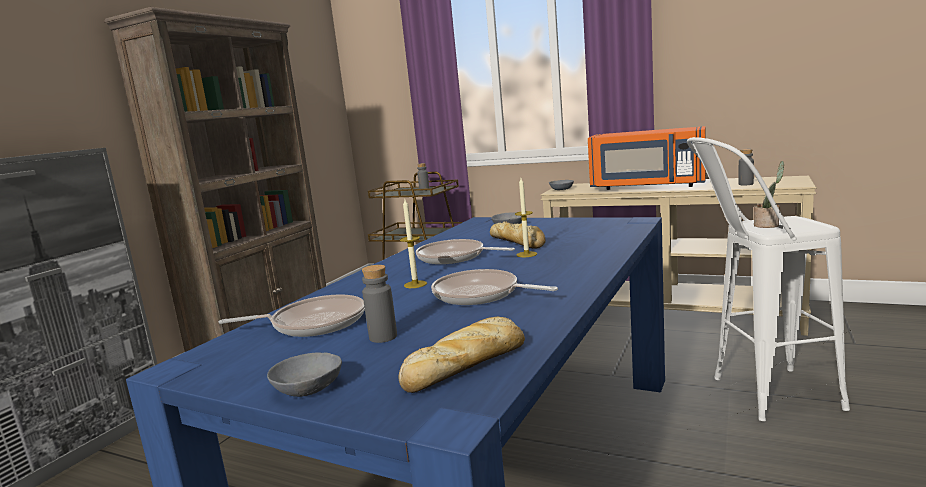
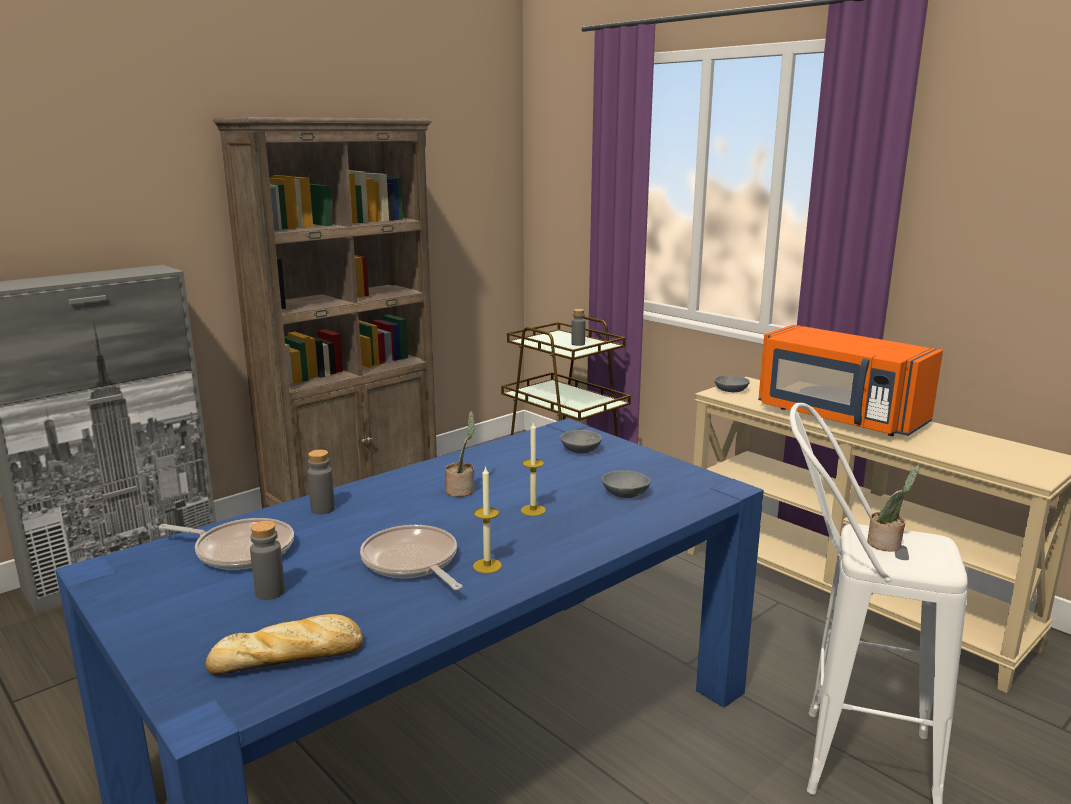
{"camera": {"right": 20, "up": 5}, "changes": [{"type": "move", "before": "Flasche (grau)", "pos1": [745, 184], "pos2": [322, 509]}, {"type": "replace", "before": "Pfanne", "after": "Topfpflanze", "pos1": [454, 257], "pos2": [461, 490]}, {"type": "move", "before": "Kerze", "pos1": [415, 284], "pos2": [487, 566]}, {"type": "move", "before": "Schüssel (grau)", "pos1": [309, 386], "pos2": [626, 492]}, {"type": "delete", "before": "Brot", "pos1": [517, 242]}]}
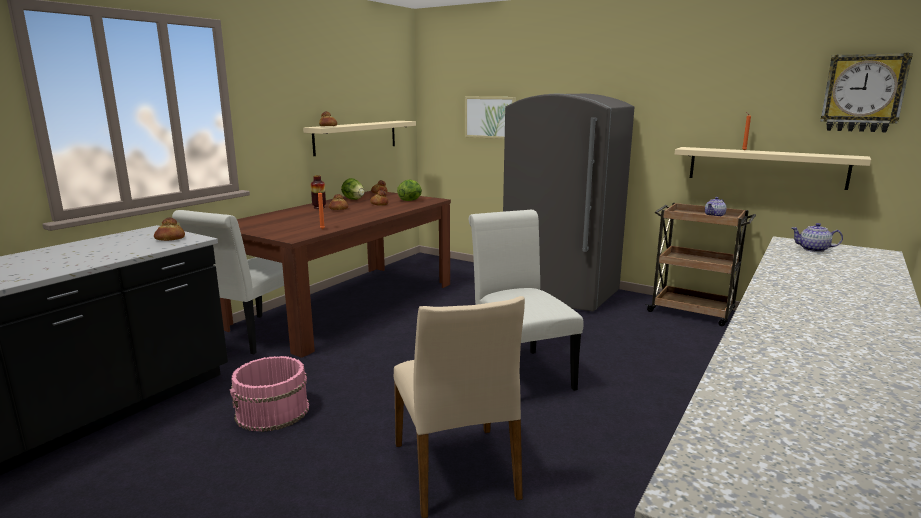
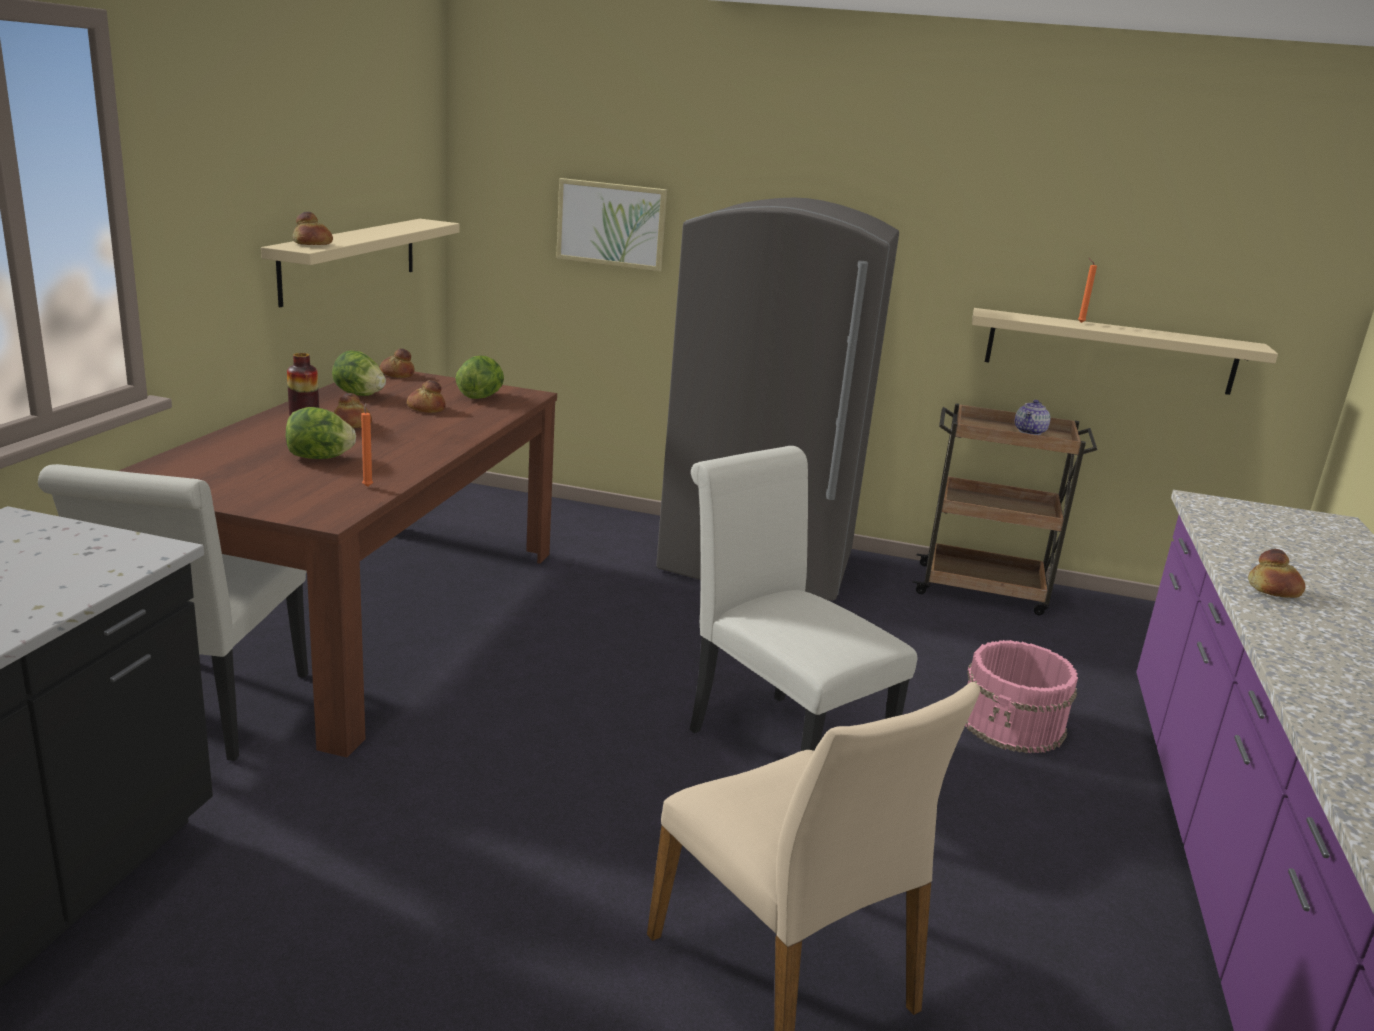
{"camera": {"right": -20, "up": 5}, "changes": [{"type": "insert", "after": "Salatkopf", "pos2": [320, 458]}, {"type": "move", "before": "Eimer (rosa)", "pos1": [272, 412], "pos2": [1013, 723]}, {"type": "move", "before": "Brot", "pos1": [170, 239], "pos2": [1273, 590]}, {"type": "delete", "before": "Teekanne", "pos1": [814, 249]}, {"type": "delete", "before": "Wanduhr", "pos1": [863, 93]}]}
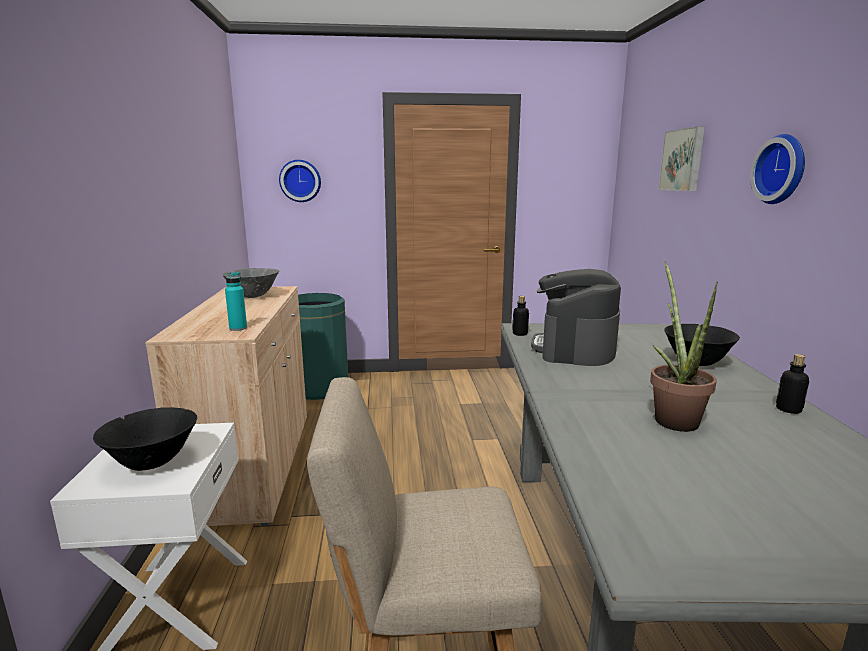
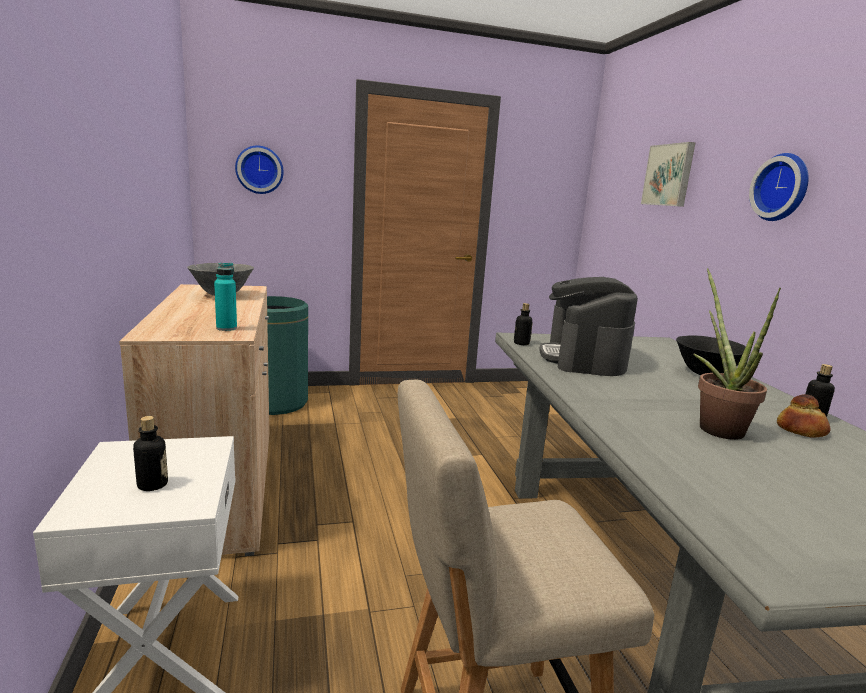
{"camera": {"right": -10, "up": 0}, "changes": [{"type": "replace", "before": "Schüssel (schwarz)", "after": "Flasche", "pos1": [152, 464], "pos2": [152, 485]}, {"type": "insert", "after": "Brot", "pos2": [802, 430]}]}
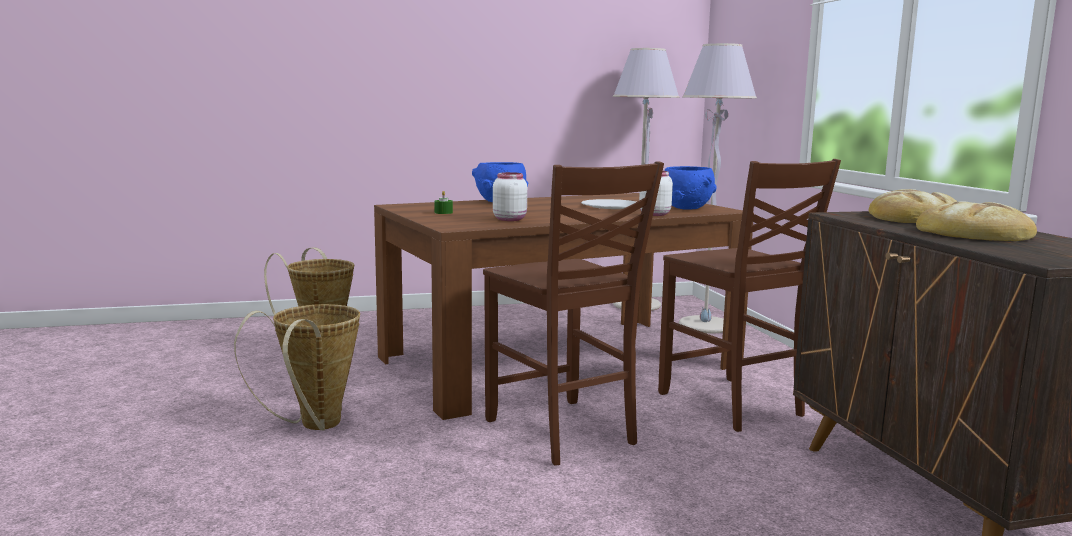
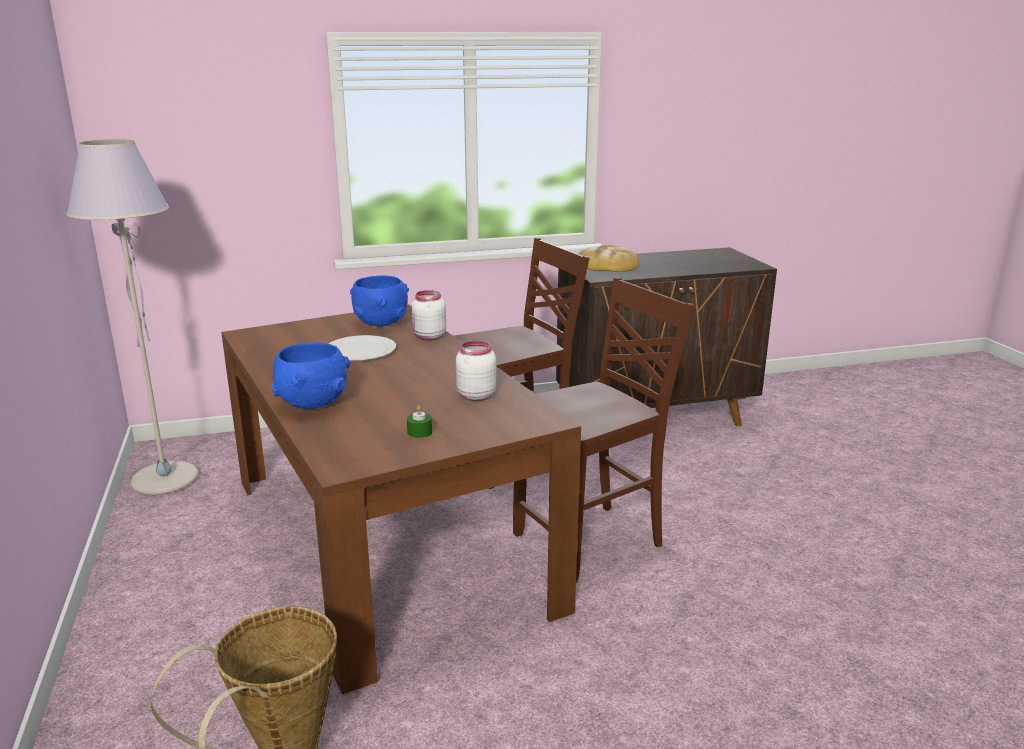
{"camera": {"right": -90, "up": 10}, "changes": [{"type": "delete", "before": "Korb", "pos1": [314, 427]}, {"type": "delete", "before": "Stehlampe (grau)", "pos1": [705, 326]}, {"type": "delete", "before": "Brot", "pos1": [975, 233]}]}
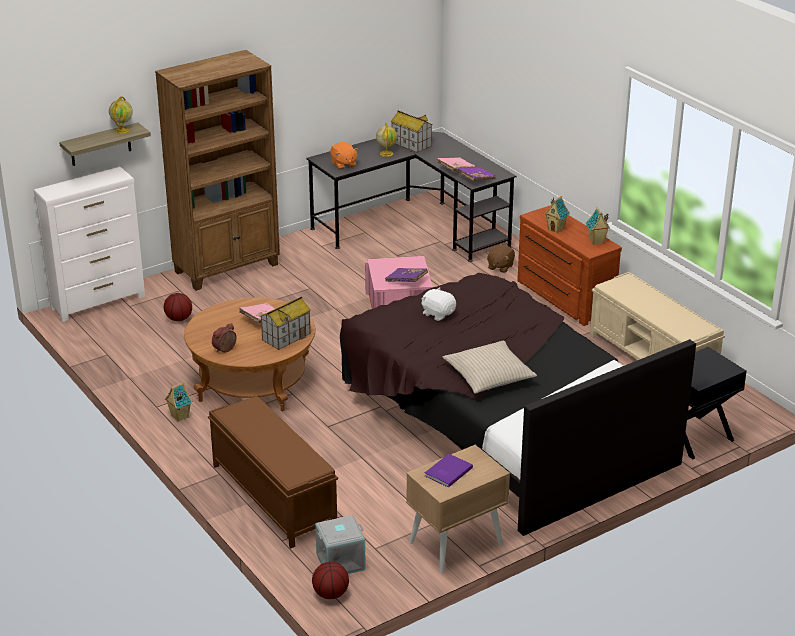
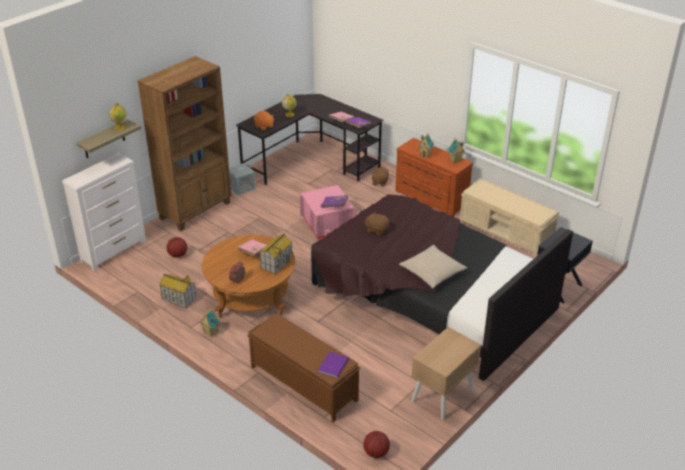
{"camera": {"right": -15, "up": 5}, "changes": [{"type": "move", "before": "Spielzeughaus", "pos1": [411, 144], "pos2": [178, 298]}, {"type": "move", "before": "Aufbewahrungsbox (grau)", "pos1": [340, 561], "pos2": [241, 187]}, {"type": "move", "before": "Buch (lila)", "pos1": [447, 472], "pos2": [332, 365]}, {"type": "recolor", "before": "Plüschtier (weiß)", "after": "Plüschtier (braun)", "pos1": [438, 314], "pos2": [377, 230]}]}
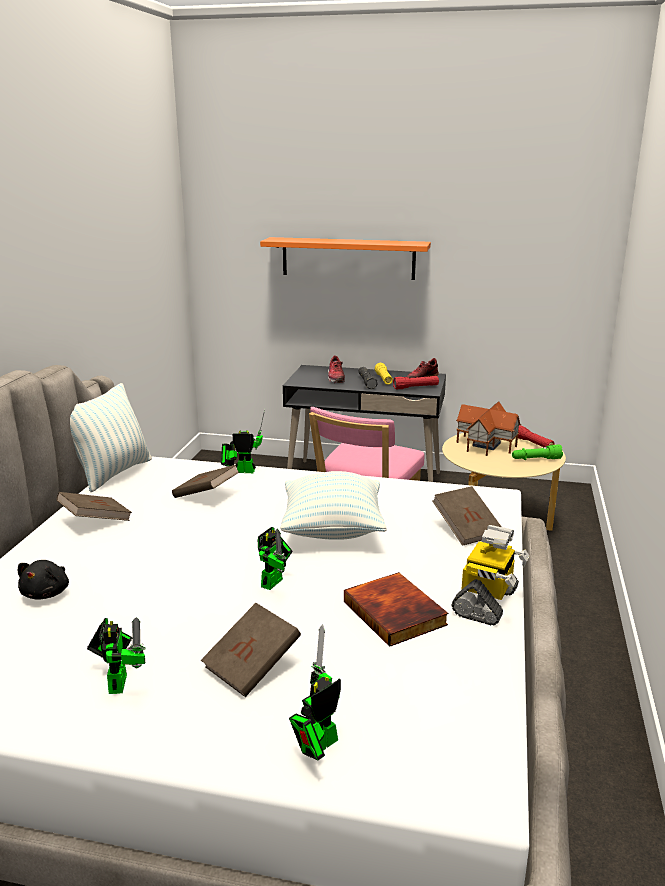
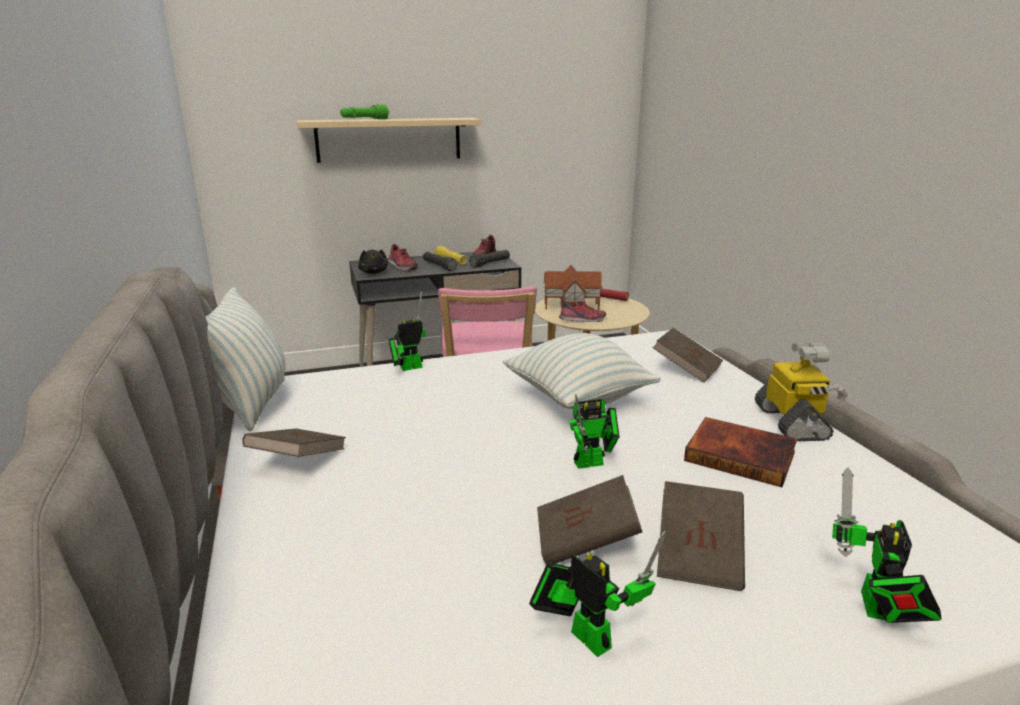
{"camera": {"right": -30, "up": 0}, "changes": [{"type": "recolor", "before": "Wandregal (orange)", "after": "Wandregal (beige)", "pos1": [348, 258], "pos2": [389, 139]}, {"type": "move", "before": "Taschenlampe (grün)", "pos1": [535, 459], "pos2": [364, 119]}, {"type": "move", "before": "Plüschtier (schwarz)", "pos1": [47, 593], "pos2": [374, 272]}, {"type": "recolor", "before": "Taschenlampe (rot)", "after": "Taschenlampe (schwarz)", "pos1": [415, 387], "pos2": [490, 263]}, {"type": "move", "before": "Buch (braun)", "pos1": [206, 495], "pos2": [585, 541]}, {"type": "insert", "after": "Schuh", "pos2": [582, 320]}, {"type": "rotate", "before": "Spielzeugroboter", "pos1": [274, 581], "pos2": [593, 462], "turn": 75}]}
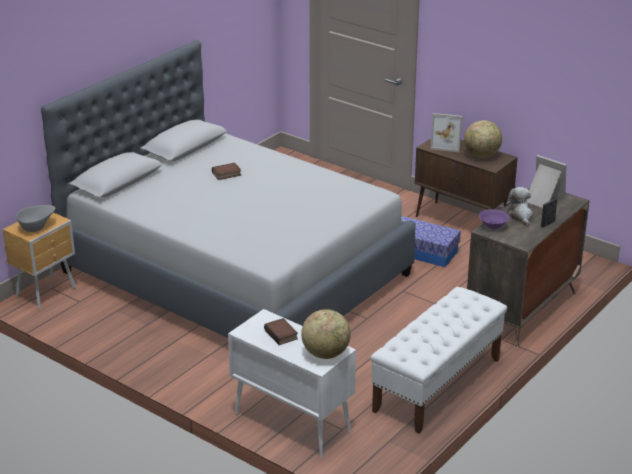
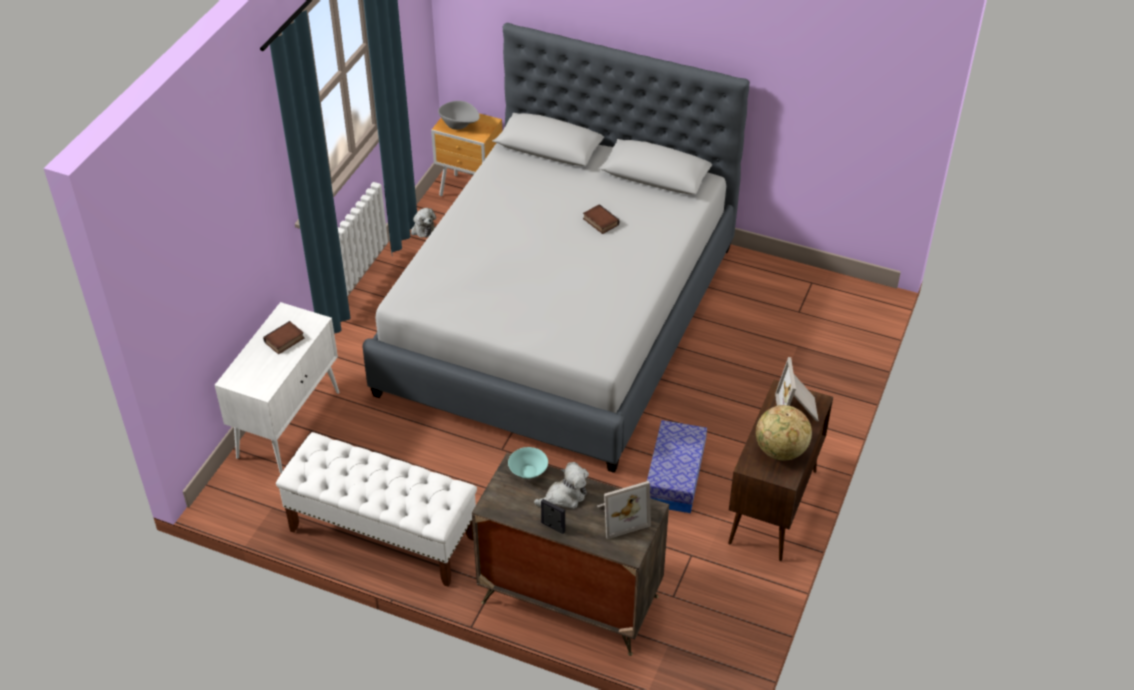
{"camera": {"right": 75, "up": 15}, "changes": [{"type": "insert", "after": "Plüschtier", "pos2": [421, 228]}, {"type": "recolor", "before": "Schüssel (lila)", "after": "Schüssel (türkis)", "pos1": [492, 226], "pos2": [528, 471]}, {"type": "rotate", "before": "Bilderrahmen", "pos1": [542, 199], "pos2": [620, 516], "turn": 45}, {"type": "delete", "before": "Globus", "pos1": [326, 353]}]}
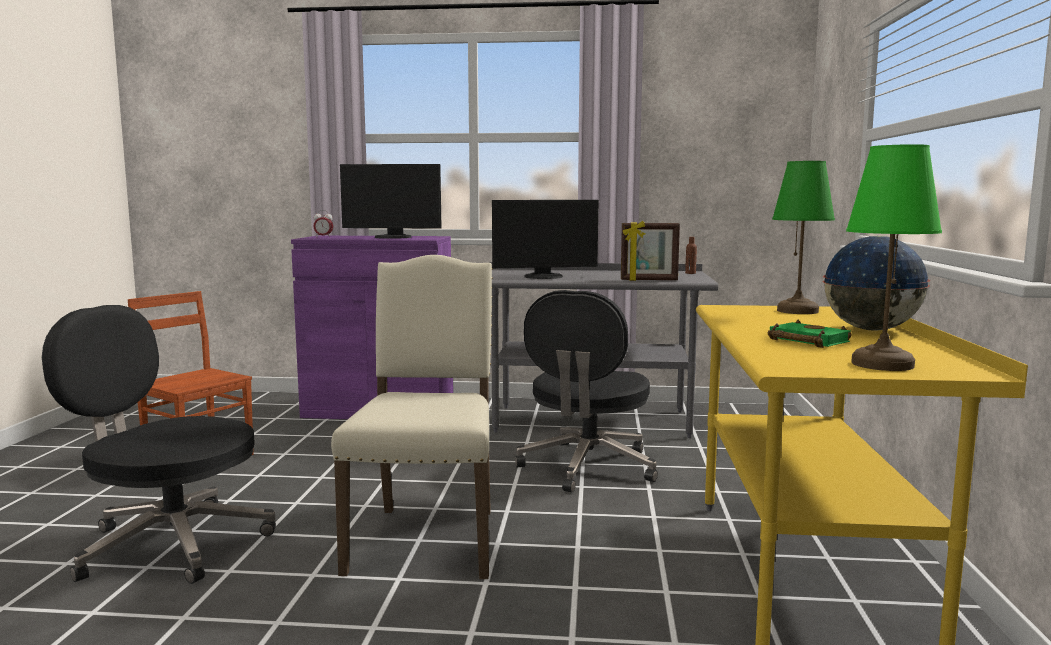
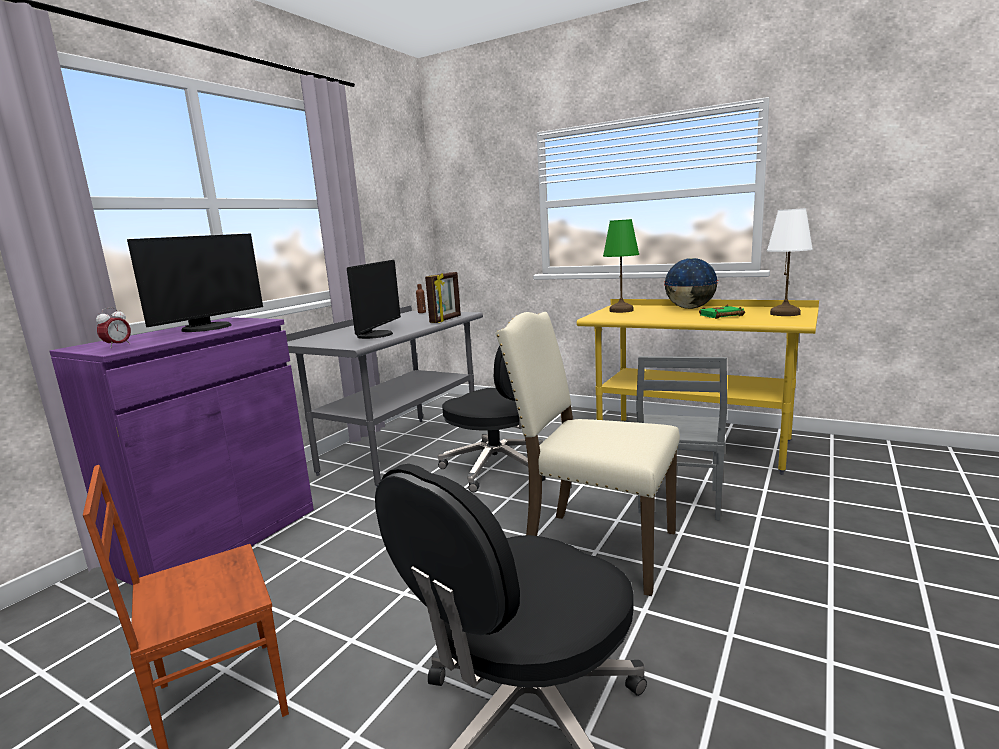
{"camera": {"right": -65, "up": 5}, "changes": [{"type": "insert", "after": "Stuhl (grau)", "pos2": [677, 501]}, {"type": "recolor", "before": "Tischlampe (grün)", "after": "Tischlampe (weiß)", "pos1": [882, 364], "pos2": [785, 314]}]}
